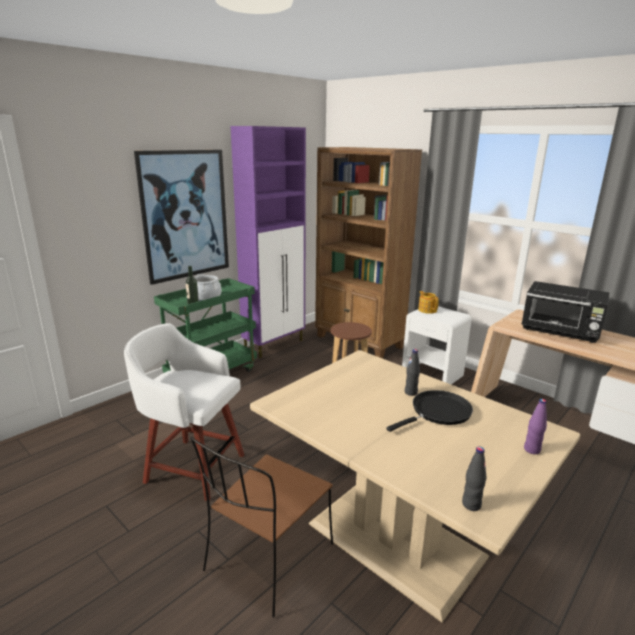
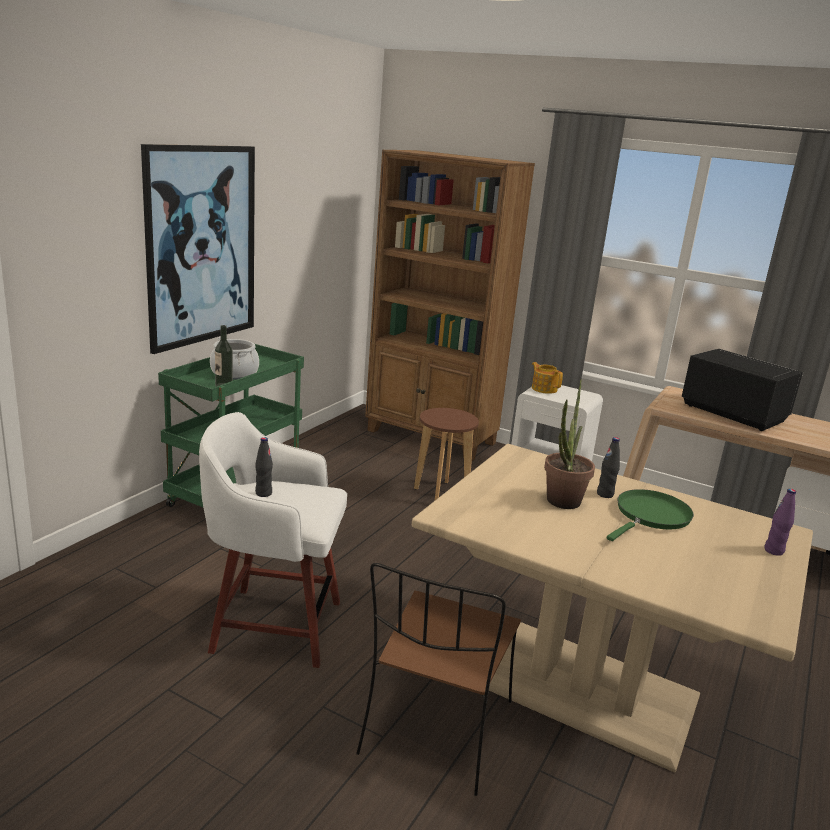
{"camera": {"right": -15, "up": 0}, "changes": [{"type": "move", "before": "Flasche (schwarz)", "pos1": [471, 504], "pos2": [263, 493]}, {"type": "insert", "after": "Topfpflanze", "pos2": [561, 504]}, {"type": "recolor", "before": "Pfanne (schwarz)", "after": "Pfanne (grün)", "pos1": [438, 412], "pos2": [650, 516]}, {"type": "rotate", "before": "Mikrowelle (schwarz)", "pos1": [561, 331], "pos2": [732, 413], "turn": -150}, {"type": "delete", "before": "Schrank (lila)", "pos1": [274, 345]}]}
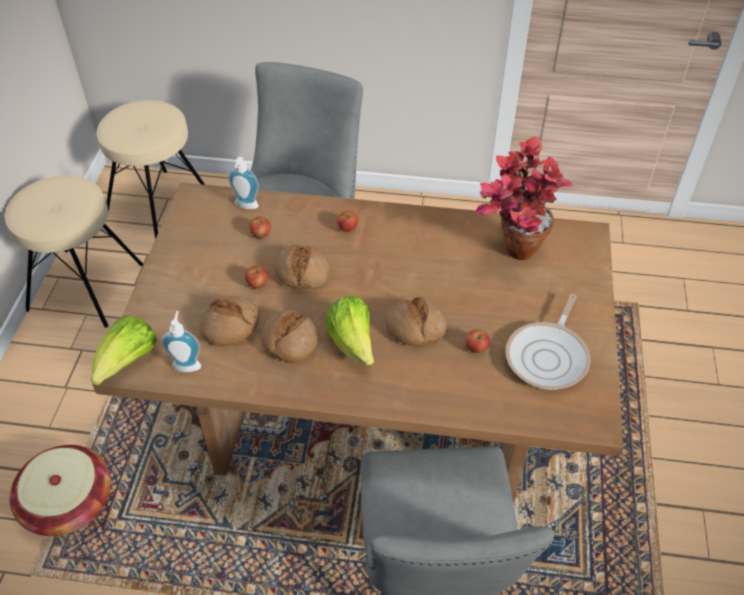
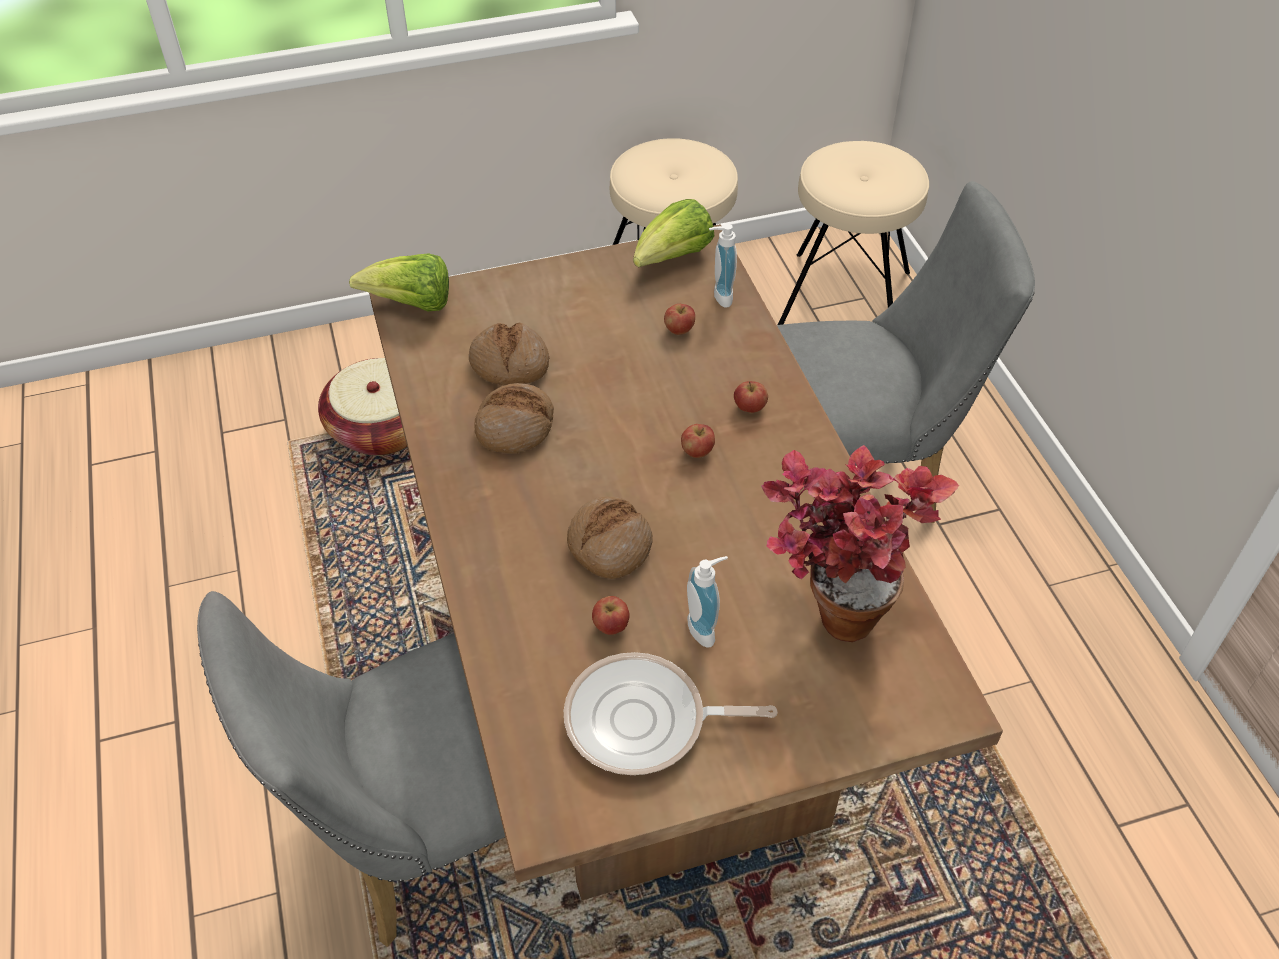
{"camera": {"right": 65, "up": 0}, "changes": [{"type": "move", "before": "Salatkopf", "pos1": [353, 343], "pos2": [673, 258]}, {"type": "move", "before": "Apfel", "pos1": [257, 284], "pos2": [697, 451]}, {"type": "move", "before": "Seifenspender", "pos1": [187, 363], "pos2": [706, 628]}, {"type": "delete", "before": "Brot", "pos1": [303, 272]}]}
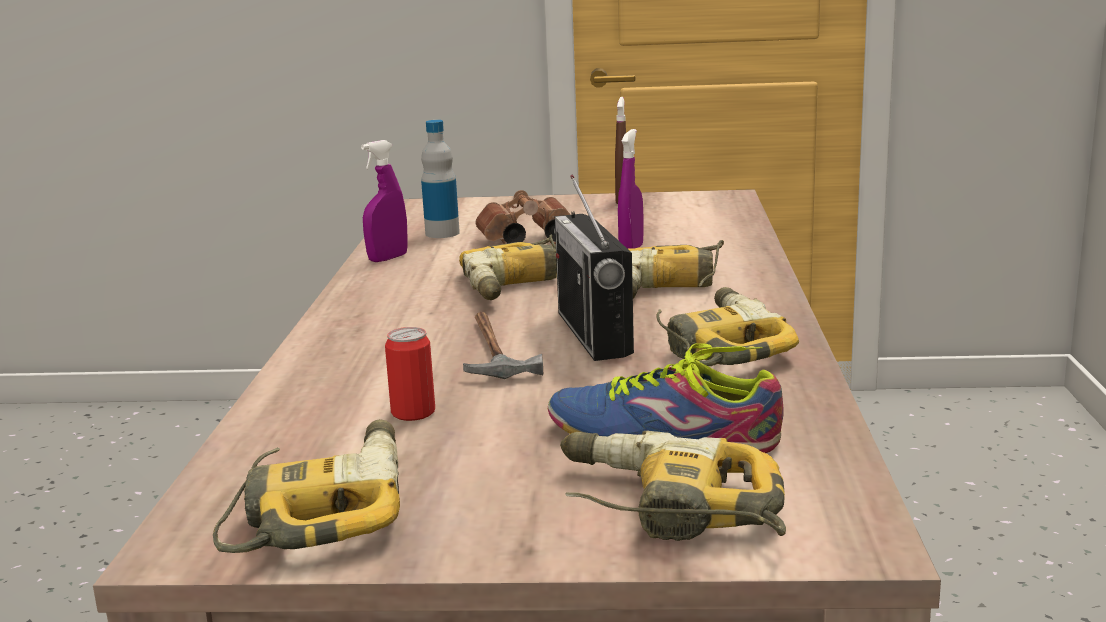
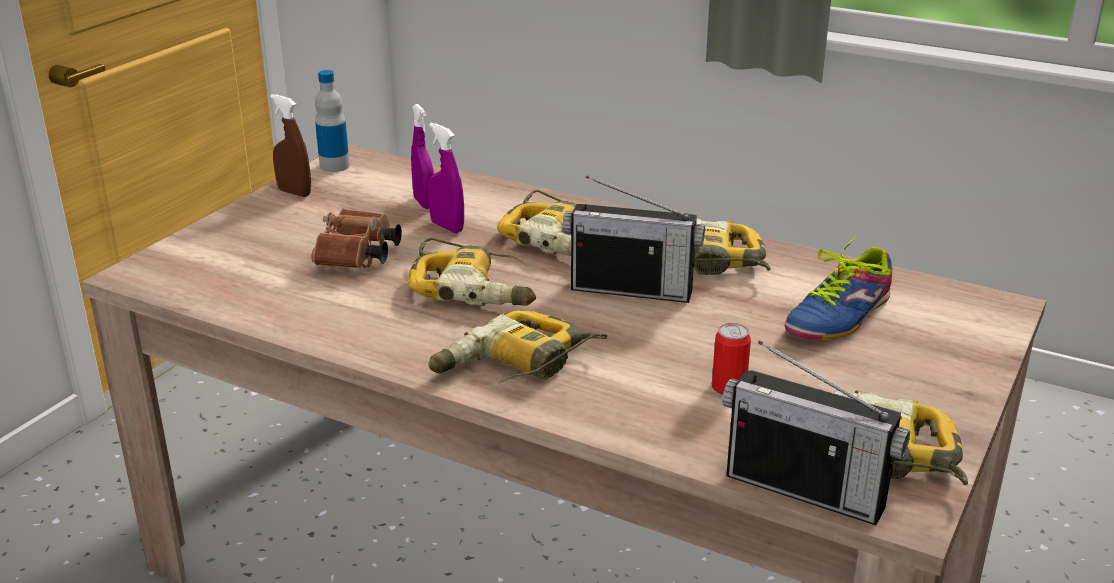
{"camera": {"right": -65, "up": 10}, "changes": [{"type": "move", "before": "Flasche", "pos1": [442, 233], "pos2": [334, 166]}, {"type": "move", "before": "Sprühflasche (lila)", "pos1": [388, 258], "pos2": [424, 203]}, {"type": "move", "before": "Bohrmaschine", "pos1": [665, 509], "pos2": [516, 366]}, {"type": "insert", "after": "Radio", "pos2": [805, 489]}, {"type": "delete", "before": "Hammer", "pos1": [492, 349]}]}
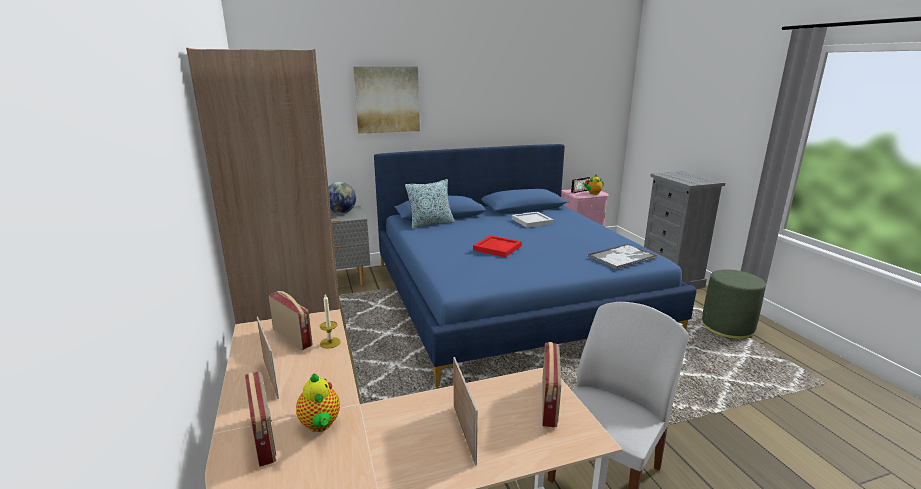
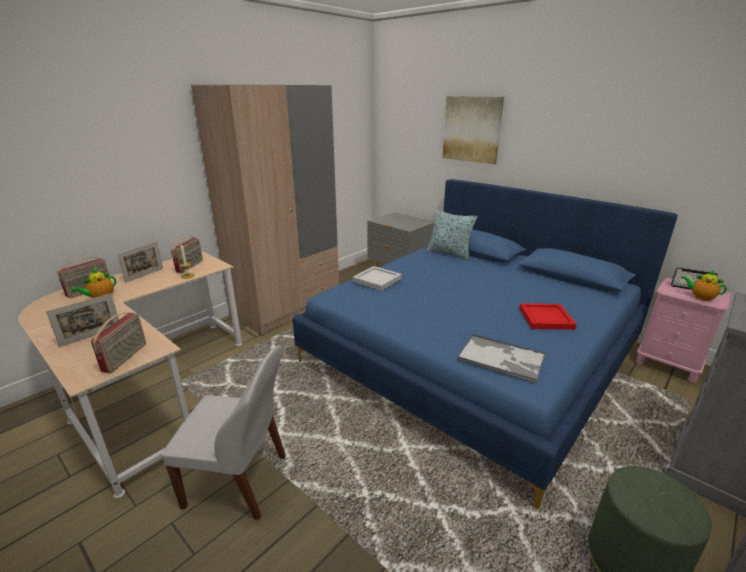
{"camera": {"right": 60, "up": 5}, "changes": [{"type": "rotate", "before": "Radio", "pos1": [550, 404], "pos2": [125, 357], "turn": -60}, {"type": "move", "before": "Tablett (weiß)", "pos1": [532, 221], "pos2": [378, 280]}, {"type": "move", "before": "Tablett (rot)", "pos1": [497, 248], "pos2": [545, 318]}, {"type": "delete", "before": "Globus", "pos1": [341, 213]}]}
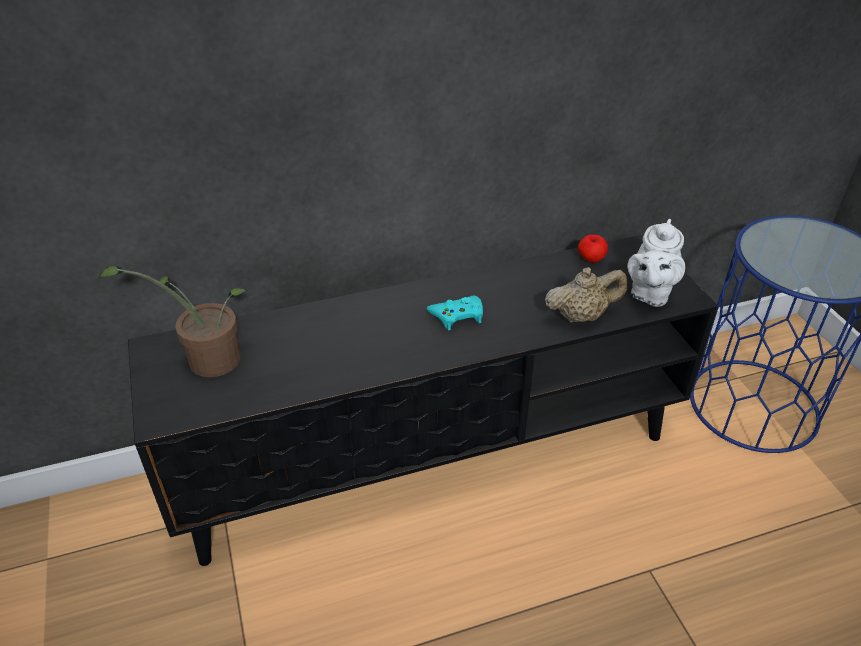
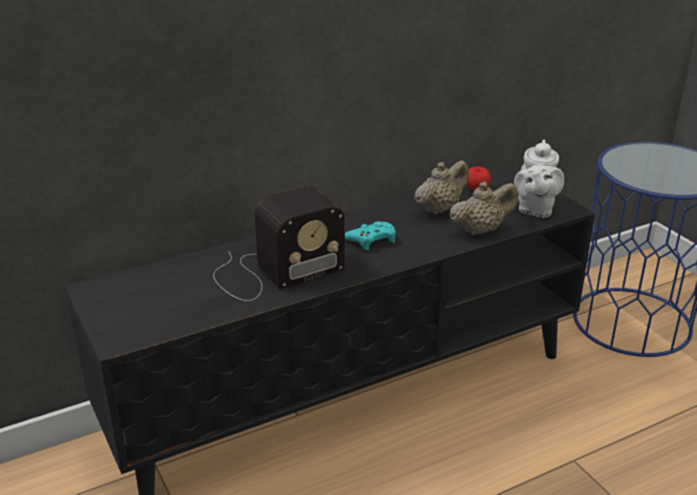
{"camera": {"right": -10, "up": -10}, "changes": [{"type": "insert", "after": "Radio", "pos2": [273, 272]}, {"type": "insert", "after": "Teekanne (beige)", "pos2": [440, 209]}, {"type": "delete", "before": "Topfpflanze", "pos1": [206, 359]}]}
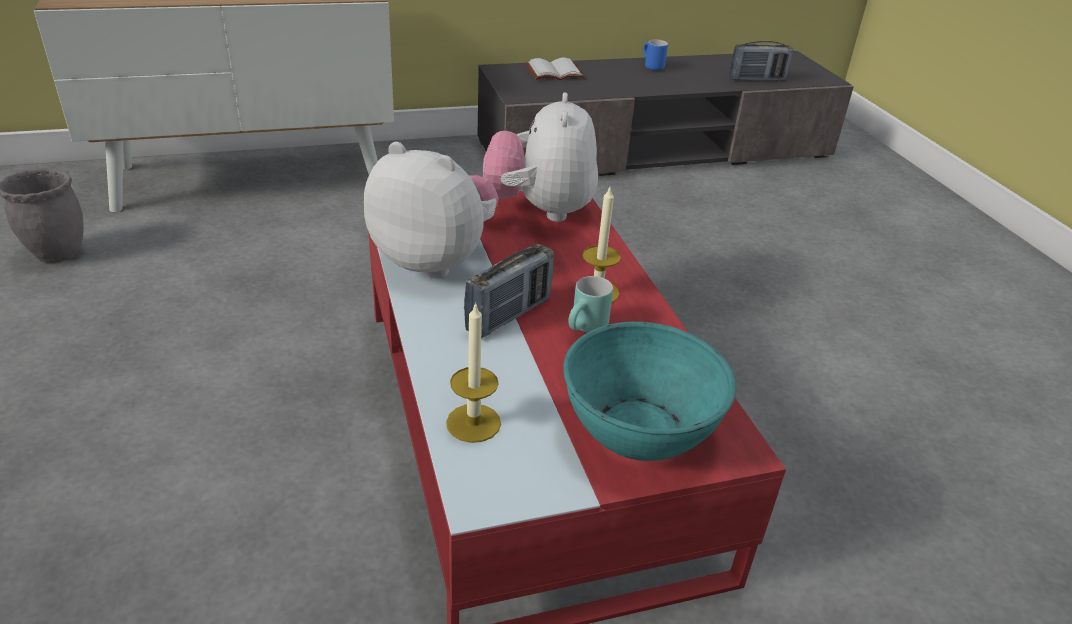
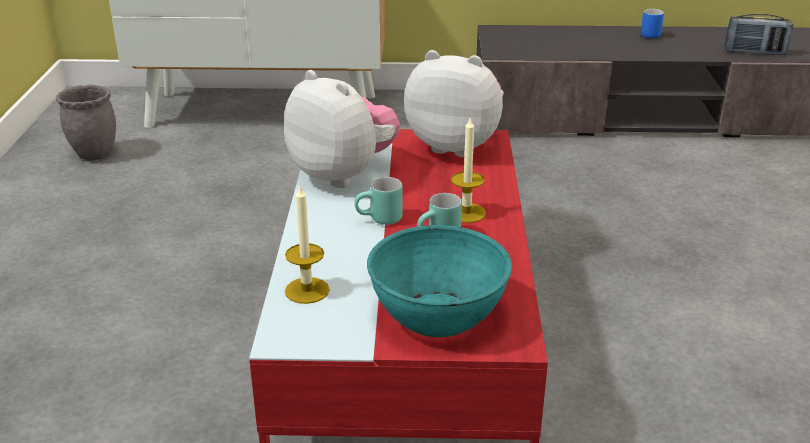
{"camera": {"right": 20, "up": -5}, "changes": [{"type": "replace", "before": "Radio", "after": "Henkelbecher (türkis)", "pos1": [509, 315], "pos2": [380, 220]}, {"type": "rotate", "before": "Plüschtier", "pos1": [540, 210], "pos2": [455, 146], "turn": 90}, {"type": "delete", "before": "Buch (weiß)", "pos1": [554, 73]}]}
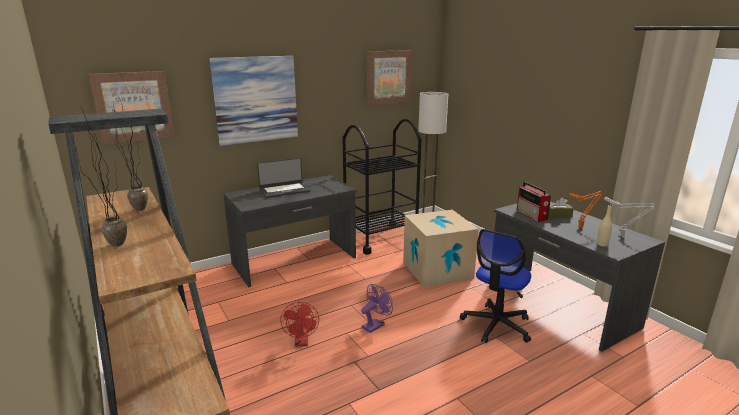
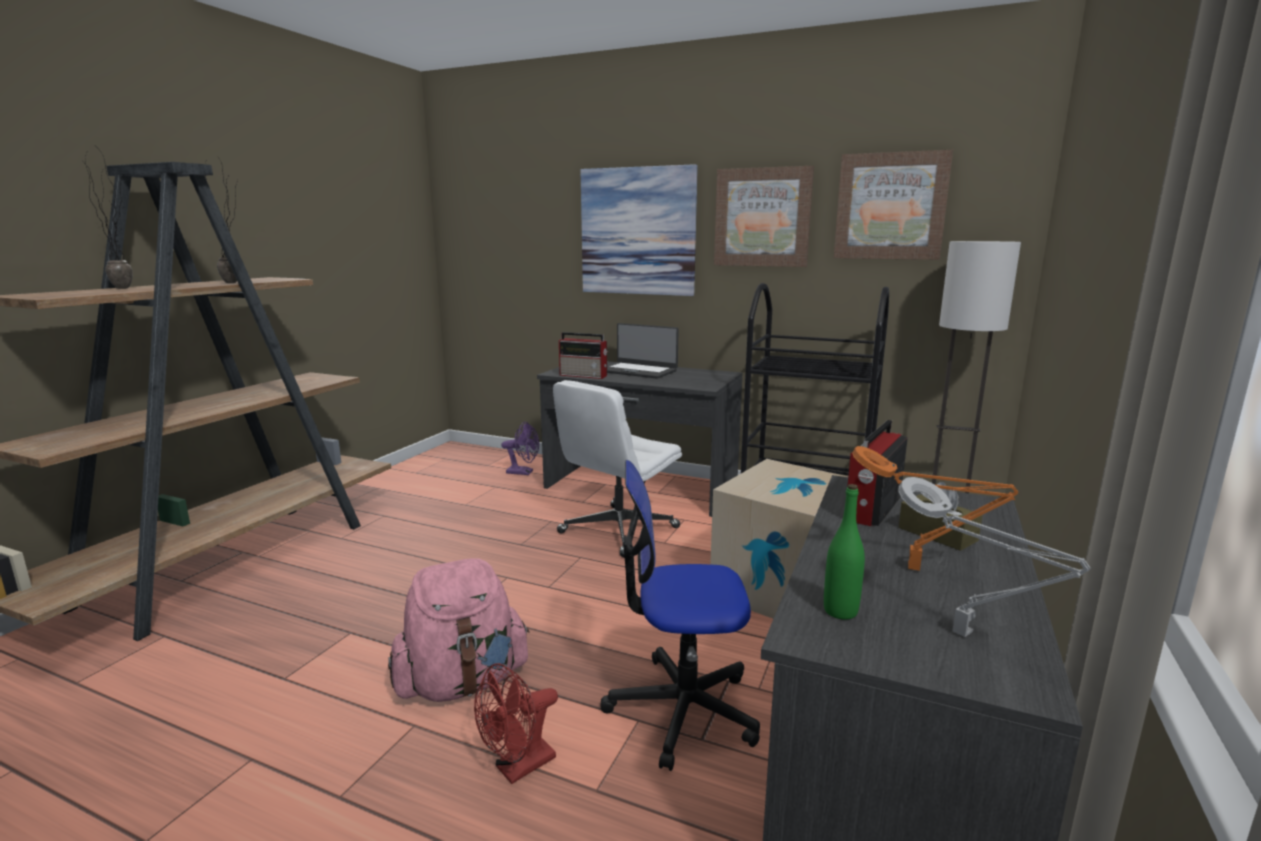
{"camera": {"right": 55, "up": -5}, "changes": [{"type": "insert", "after": "Rucksack (rosa)", "pos2": [463, 682]}, {"type": "move", "before": "Ventilator (rot)", "pos1": [302, 342], "pos2": [518, 768]}, {"type": "move", "before": "Ventilator (lila)", "pos1": [375, 325], "pos2": [524, 472]}, {"type": "insert", "after": "Bürostuhl (weiß)", "pos2": [618, 531]}, {"type": "insert", "after": "Radio", "pos2": [584, 375]}, {"type": "move", "before": "Bild", "pos1": [133, 106], "pos2": [762, 217]}, {"type": "recolor", "before": "Flasche (beige)", "after": "Flasche (grün)", "pos1": [602, 244], "pos2": [840, 611]}]}
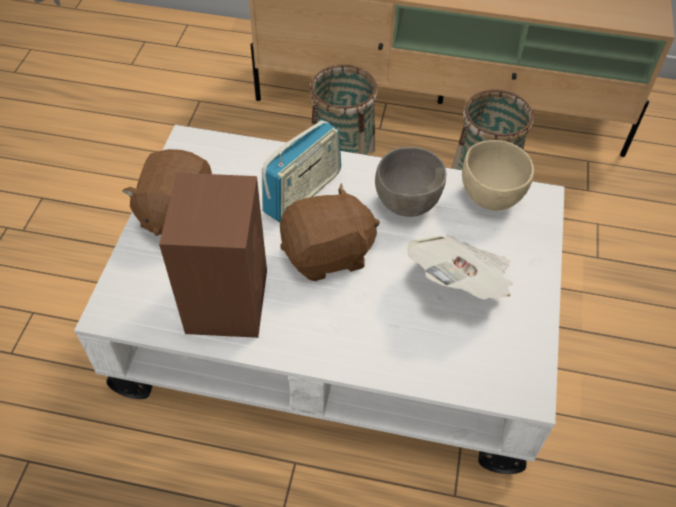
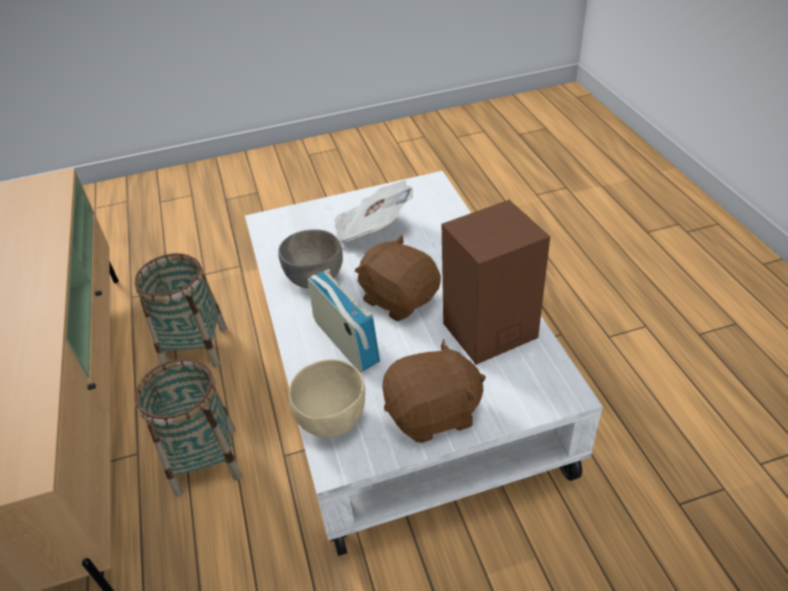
{"camera": {"right": -115, "up": -10}, "changes": [{"type": "move", "before": "Schüssel (beige)", "pos1": [490, 196], "pos2": [331, 421]}, {"type": "rotate", "before": "Radio", "pos1": [303, 192], "pos2": [346, 342], "turn": 45}]}
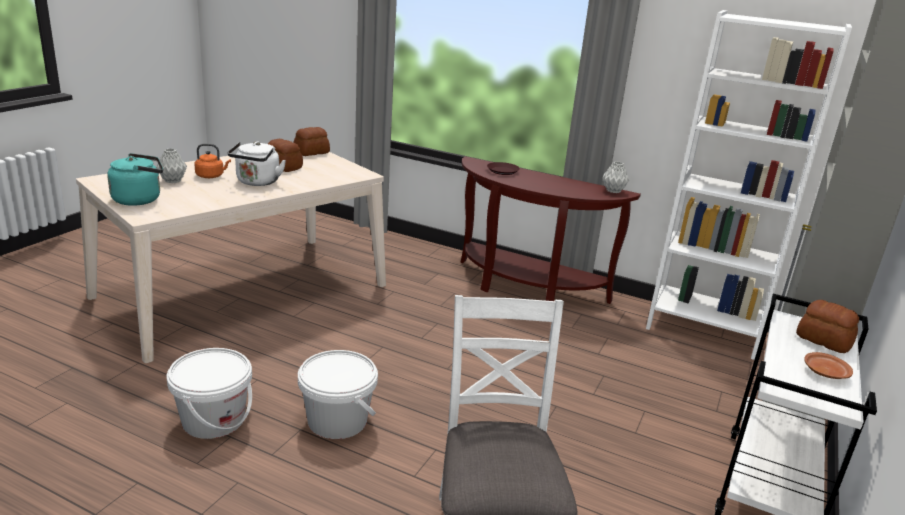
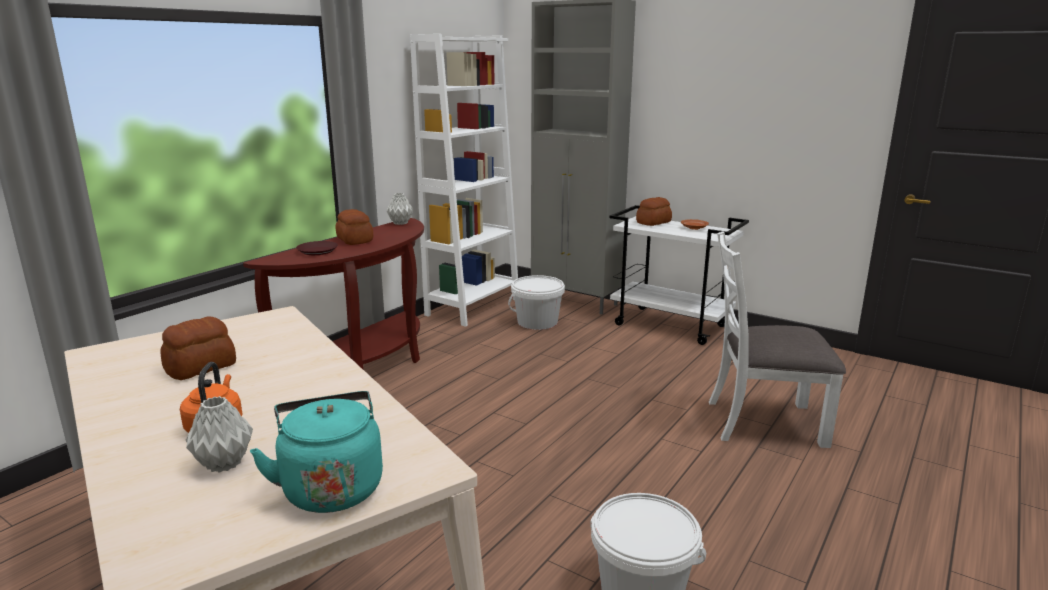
{"camera": {"right": -80, "up": -5}, "changes": [{"type": "move", "before": "Brot", "pos1": [311, 152], "pos2": [354, 240]}, {"type": "move", "before": "Eimer (weiß)", "pos1": [337, 420], "pos2": [537, 322]}, {"type": "delete", "before": "Wasserkessel (weiß)", "pos1": [257, 182]}]}
